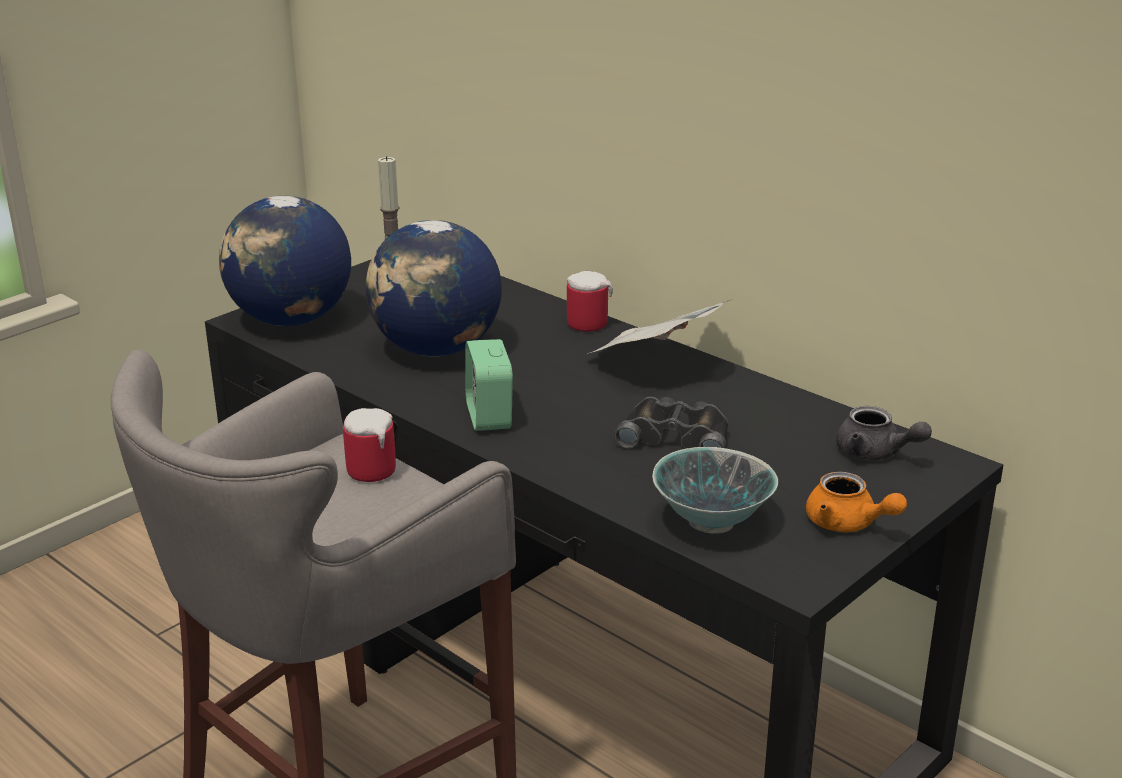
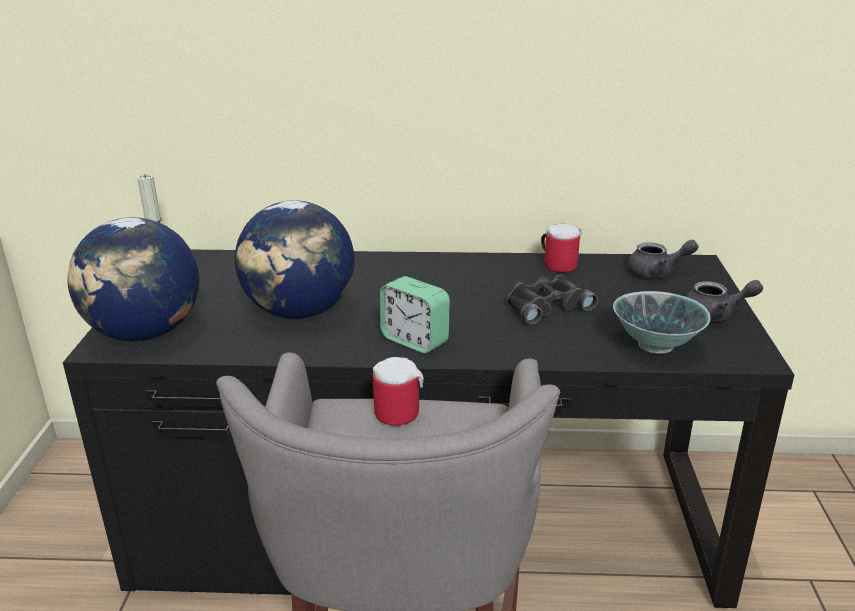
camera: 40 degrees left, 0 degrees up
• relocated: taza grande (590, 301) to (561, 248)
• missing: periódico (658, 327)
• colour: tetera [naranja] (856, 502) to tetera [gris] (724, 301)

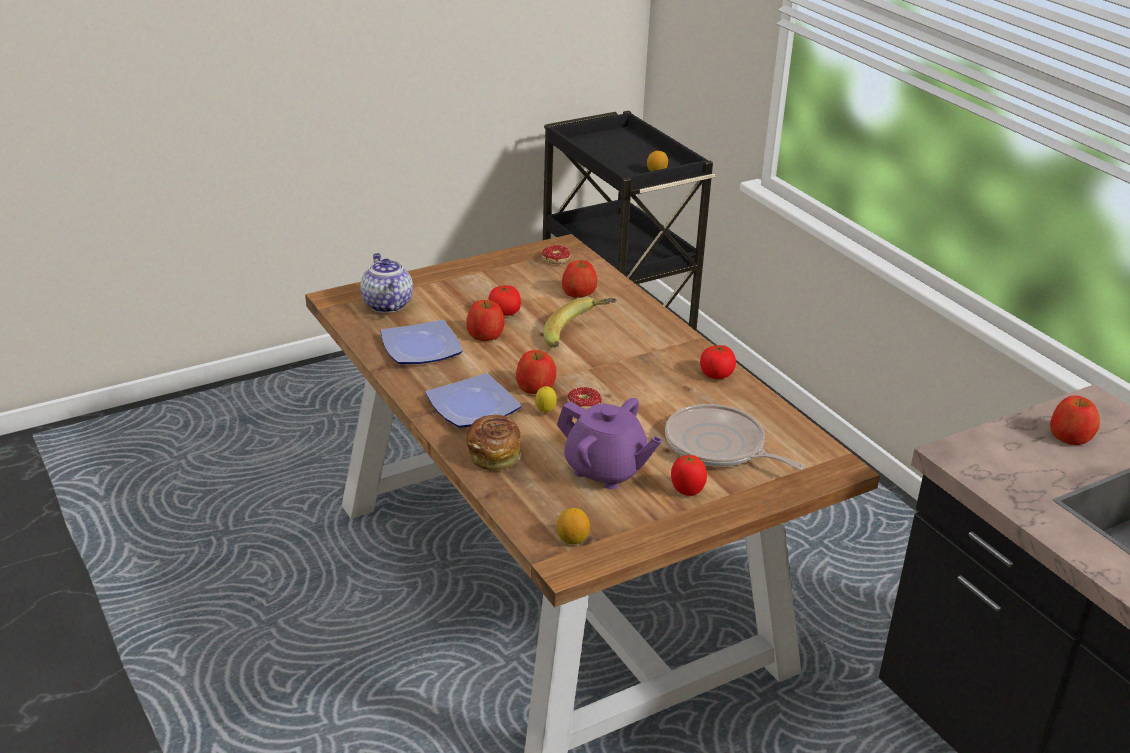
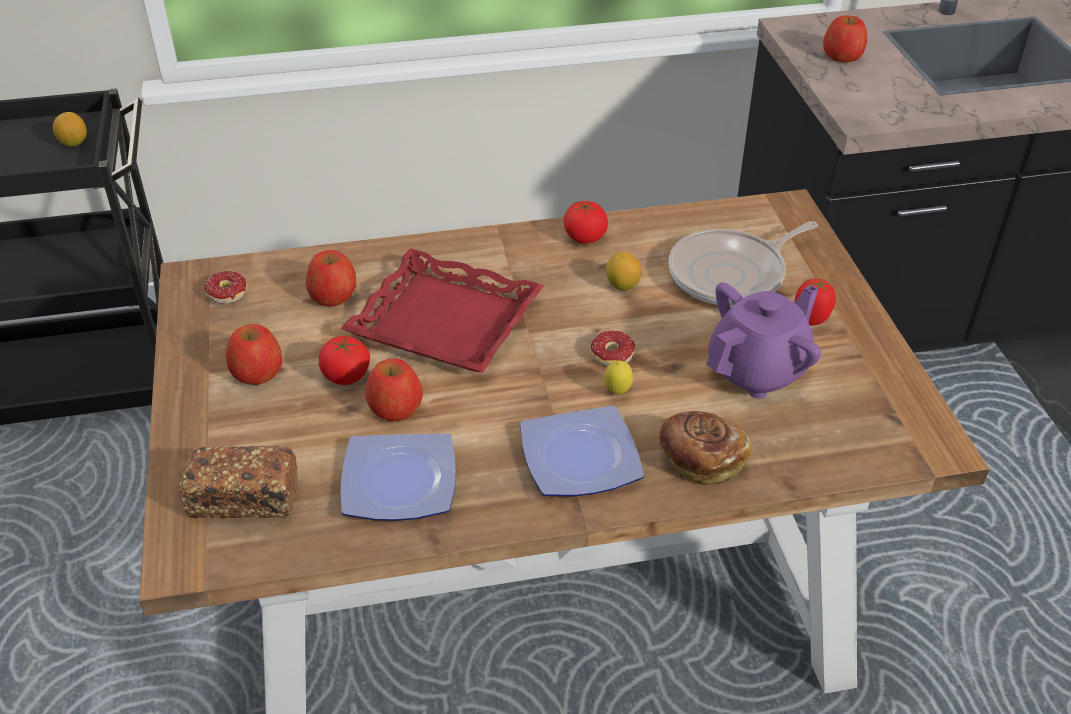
camera: 70 degrees left, 10 degrees up
• exchanged: tetera (386, 283) to pan (238, 481)
• relocated: manzana (536, 372) to (253, 354)
• exchanged: plátano (580, 322) to bandeja [rojo] (442, 310)
• relocated: limón (573, 526) to (623, 271)

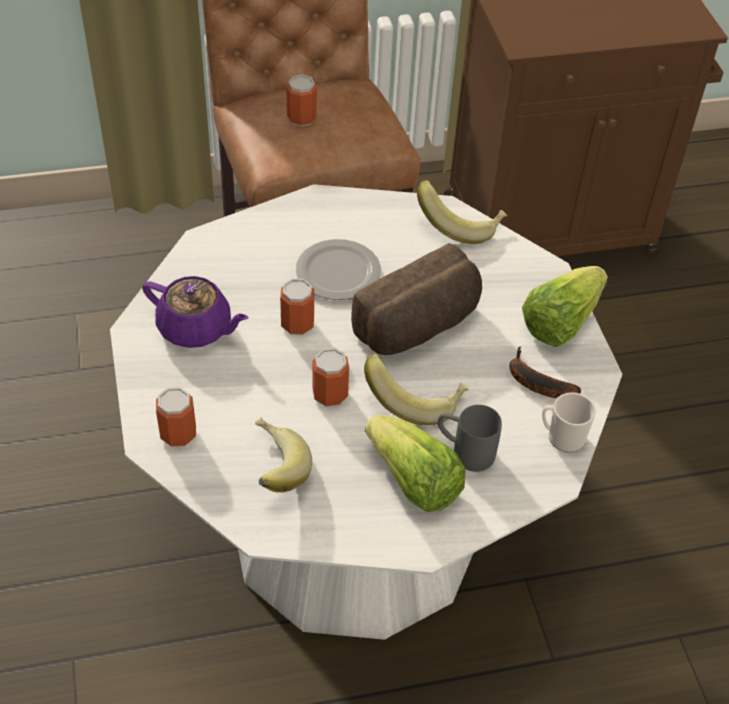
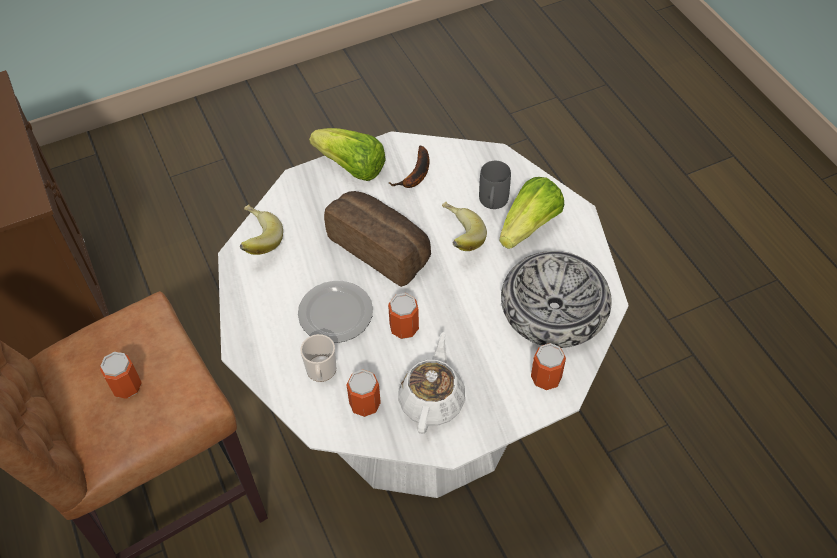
camera: 100 degrees left, 5 degrees up
• colour: tetera [morado] (195, 312) to tetera [blanco] (431, 383)
• exchanged: plátano (283, 455) to cuenco (556, 299)
• relocated: lata (330, 377) to (363, 393)
• relocated: taza grande (569, 422) to (318, 358)

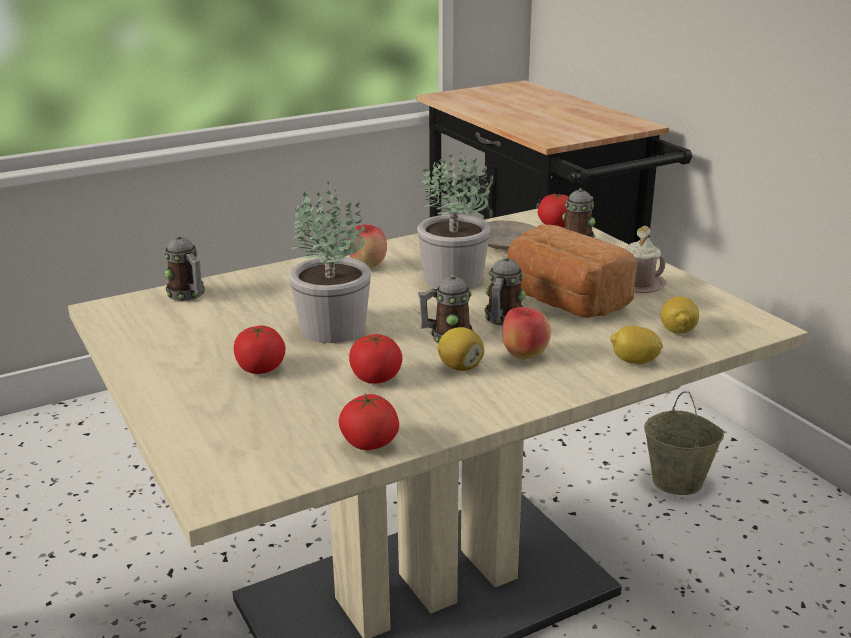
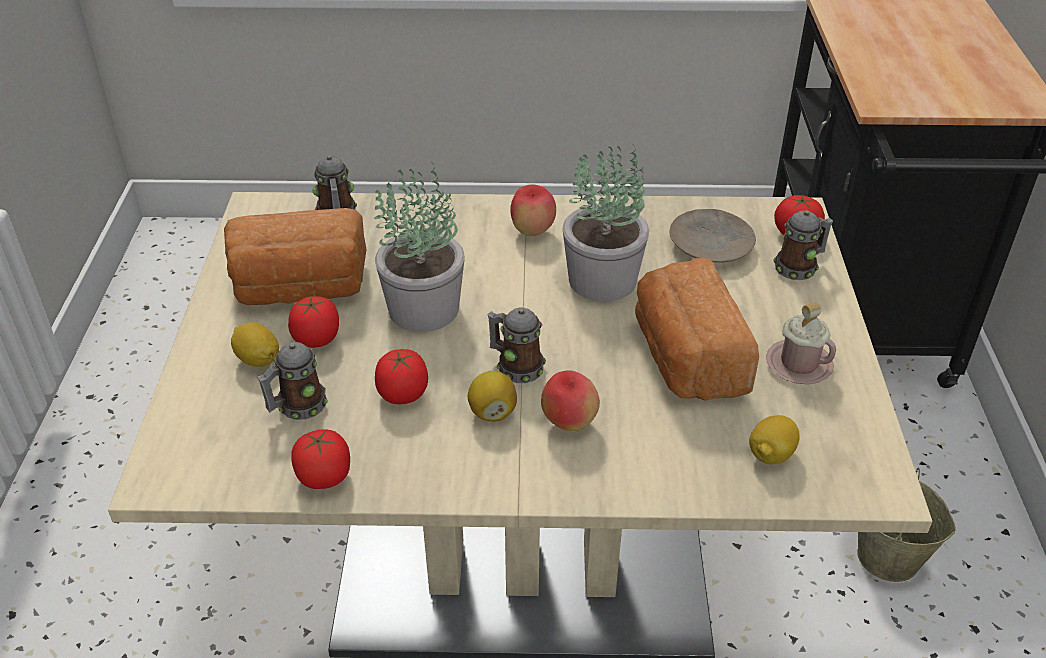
camera: 30 degrees right, 15 degrees up
• relocated: taza grande (505, 291) to (292, 381)
• relocated: limón (636, 345) to (255, 344)
• appeared: pan (295, 256)

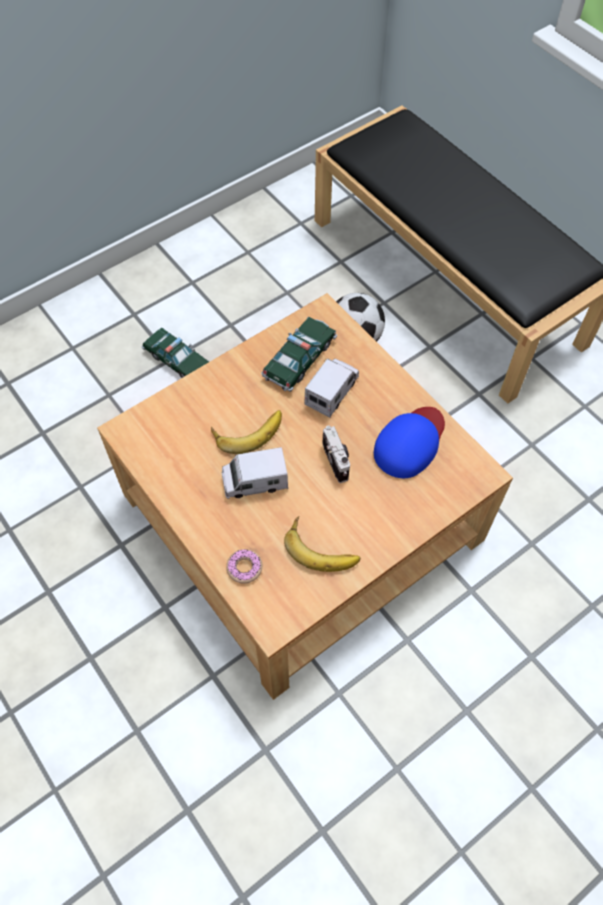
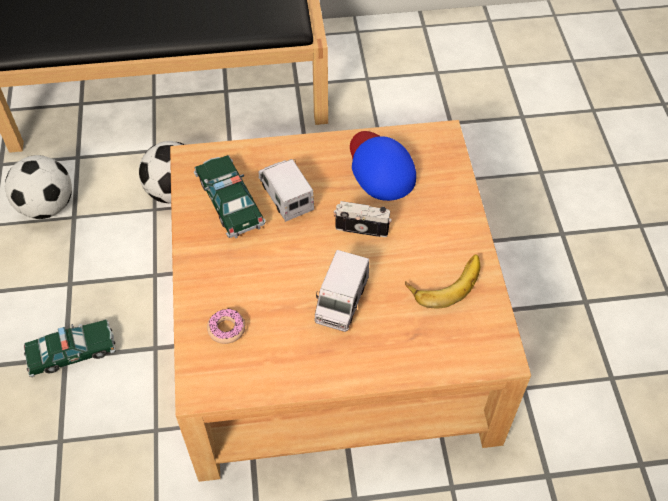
camera: 60 degrees left, 5 degrees down
• missing: plátano (246, 432)
• relocated: rosquilla (244, 566) to (226, 326)
• appeared: balón de fútbol (38, 187)

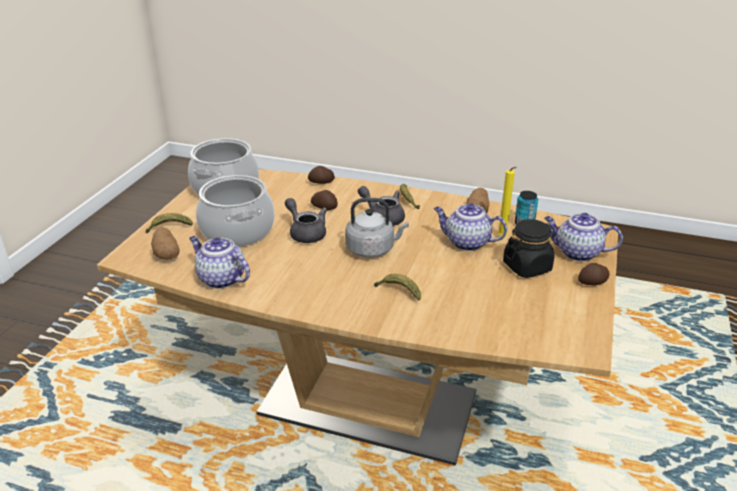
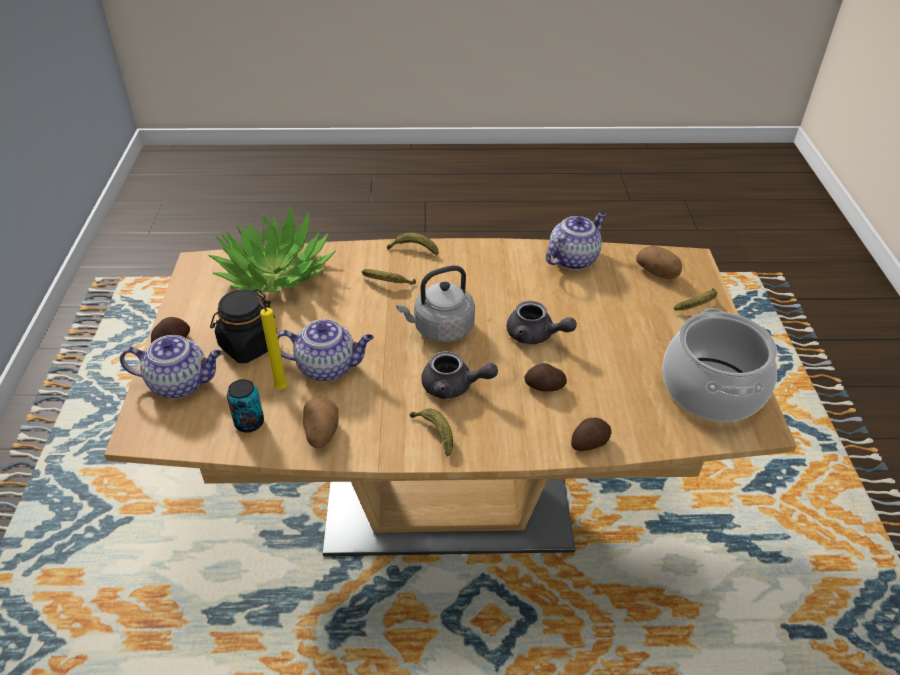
camera: 160 degrees right, 10 degrees up
• spun: tetera (219, 262) = (576, 241) 60 degrees counterclockwise
• missing: olla (235, 211)
• appeared: planta en maceta (272, 249)
• appeared: plátano (413, 244)

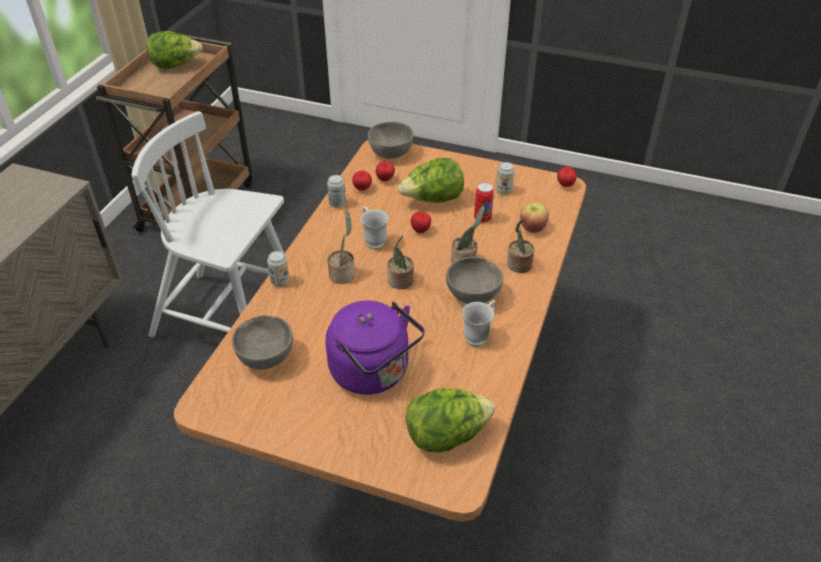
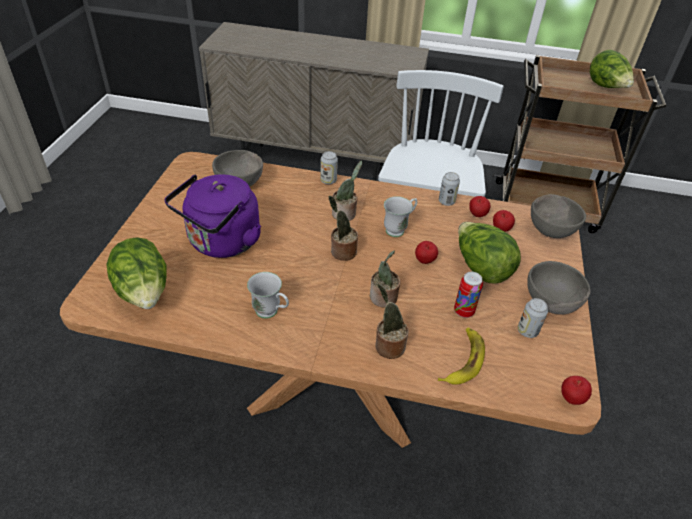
camera: 80 degrees right, 0 degrees up
• relocated: cuenco [gris] (474, 280) to (559, 288)
• exchanged: manzana (534, 218) to plátano (461, 356)

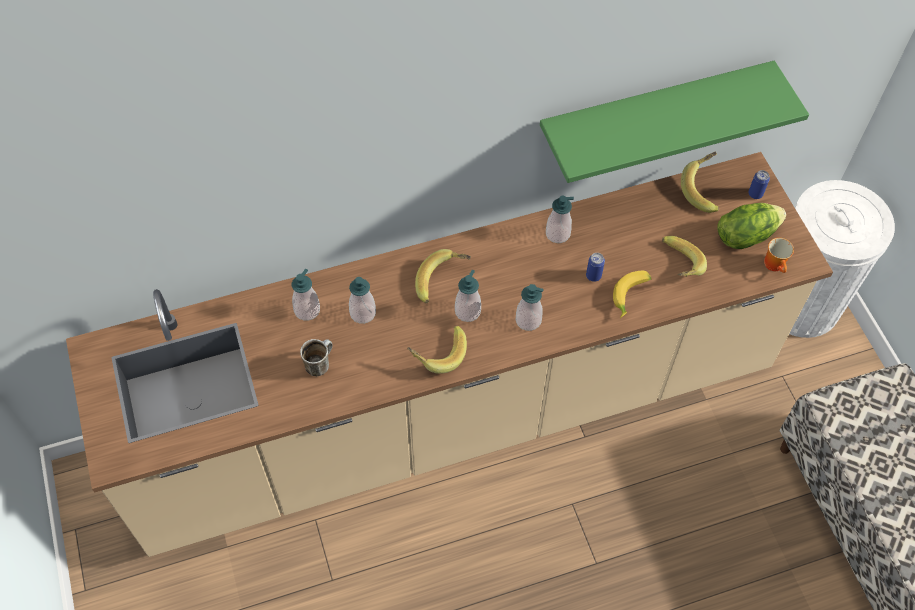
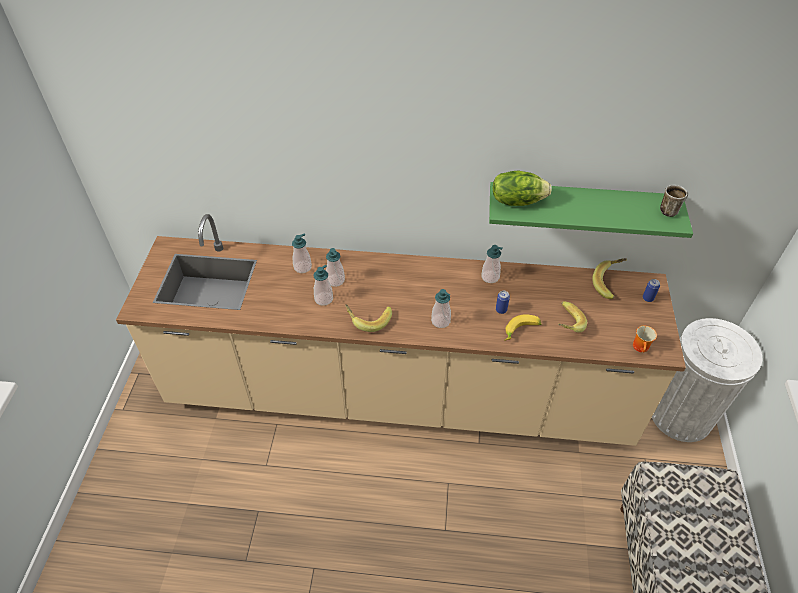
camera: 25 degrees right, 10 degrees down
• relocated: taza grande (316, 357) to (674, 201)
• missing: plátano (443, 276)
• relocated: dispensador de jabón (468, 296) to (323, 285)
• relocated: lechuga (751, 226) to (522, 188)

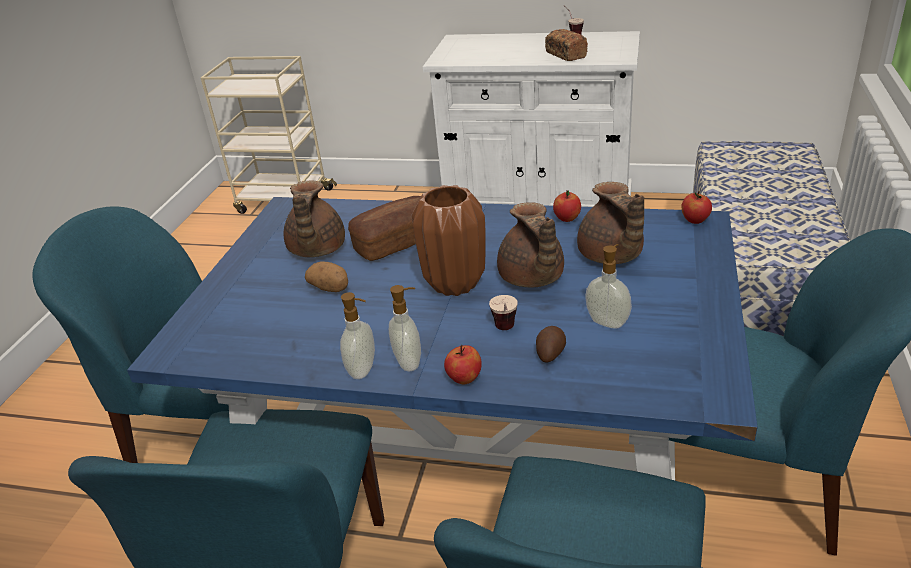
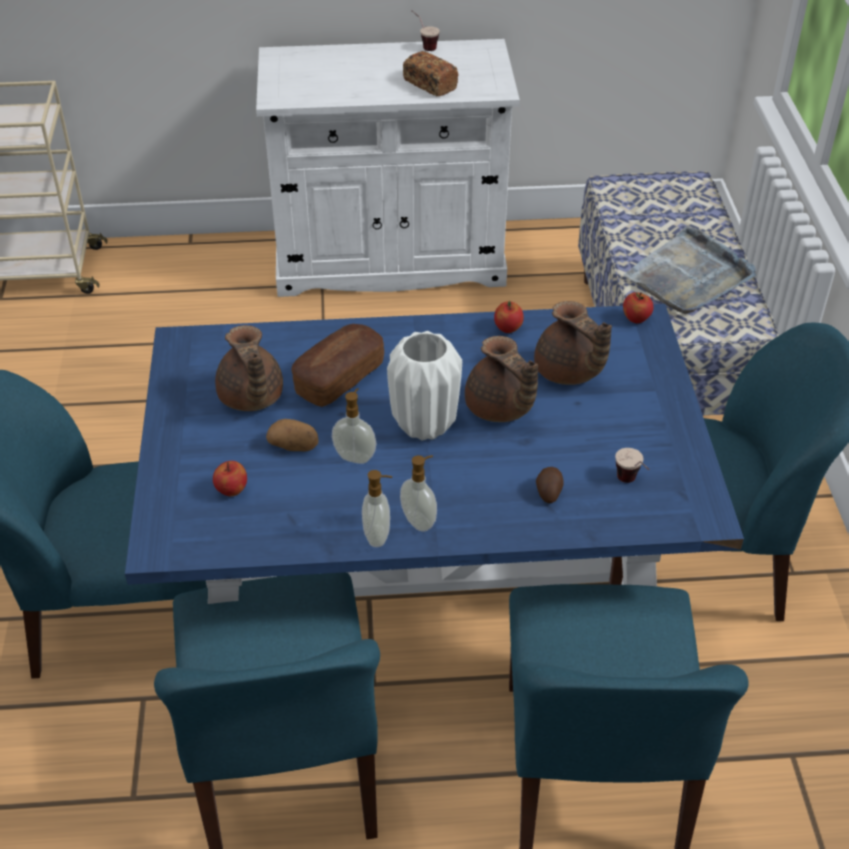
camera: 20 degrees left, 10 degrees up
• colour: florero [marrón] (448, 240) to florero [blanco] (424, 386)
• relocated: manzana (463, 364) to (230, 478)
• relocated: taza (503, 312) to (632, 465)
• relocated: dispensador de jabón (608, 286) to (354, 426)
• appeared: bandeja [gris] (689, 269)

